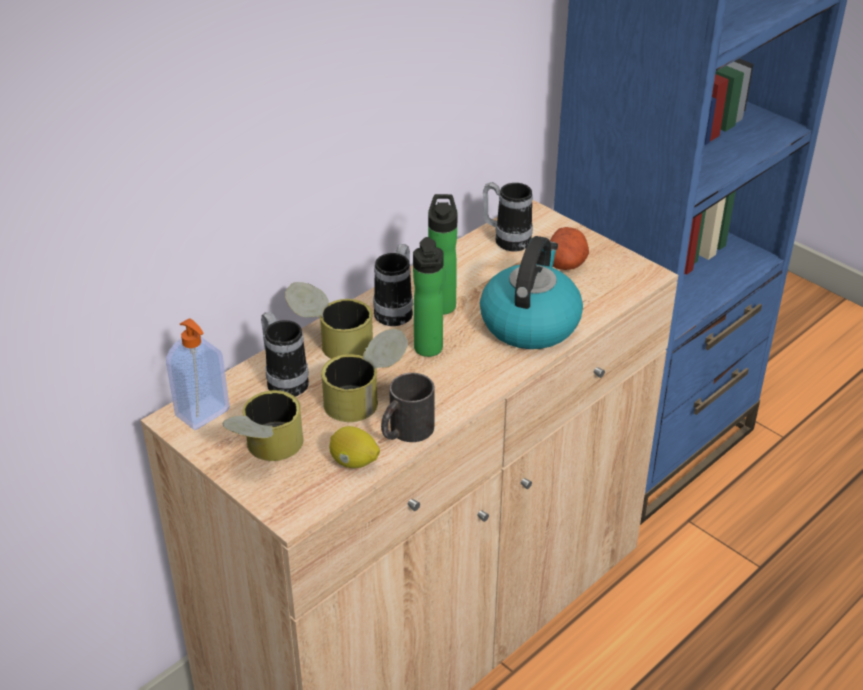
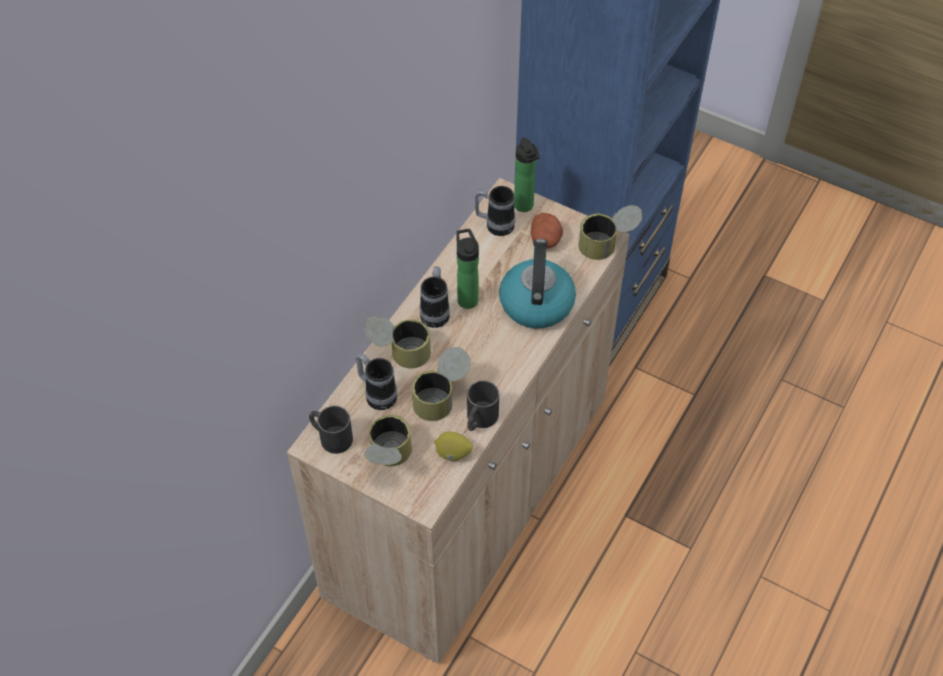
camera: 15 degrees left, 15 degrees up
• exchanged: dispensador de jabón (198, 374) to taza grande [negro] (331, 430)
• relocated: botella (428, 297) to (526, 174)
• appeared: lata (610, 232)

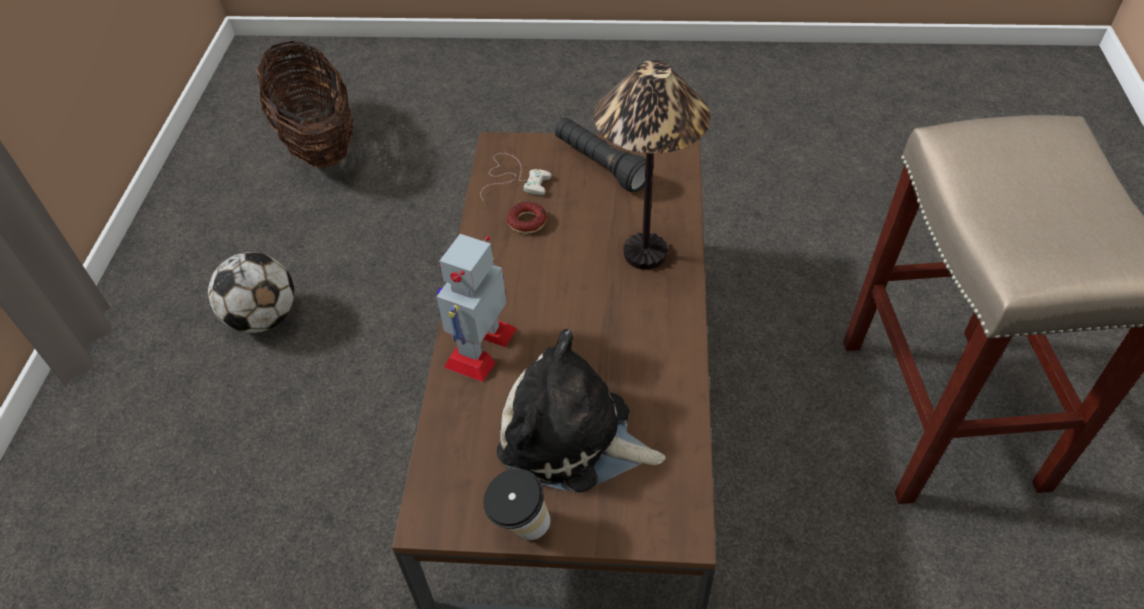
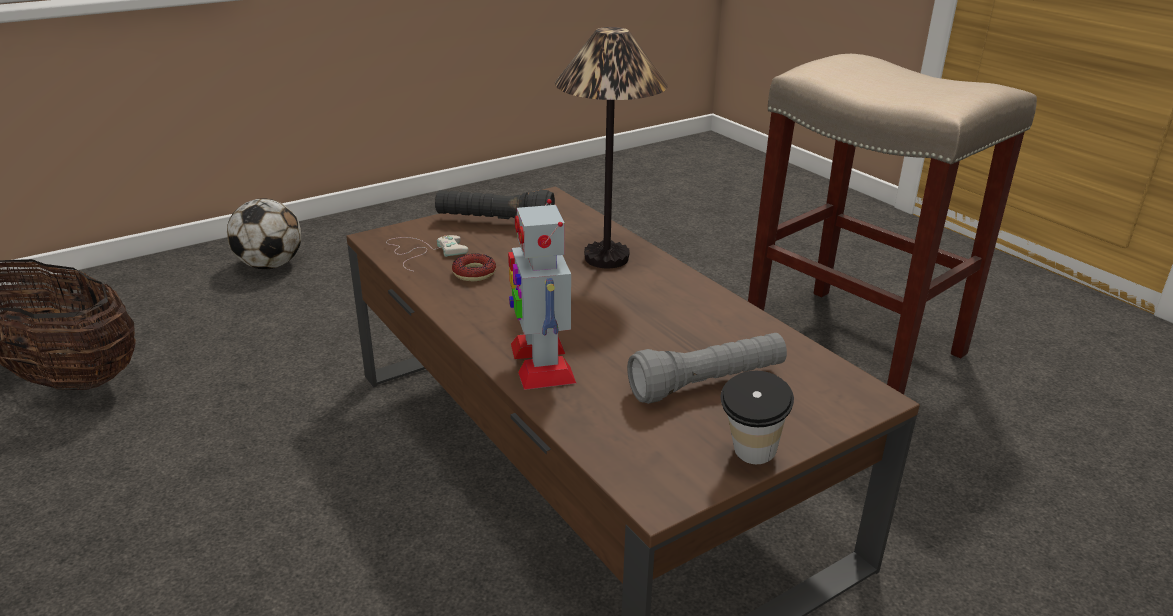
camera: 40 degrees left, 20 degrees down
• relocated: balón de fútbol (251, 292) to (264, 233)
• exchanged: peluche (581, 411) to linterna [gris] (707, 368)

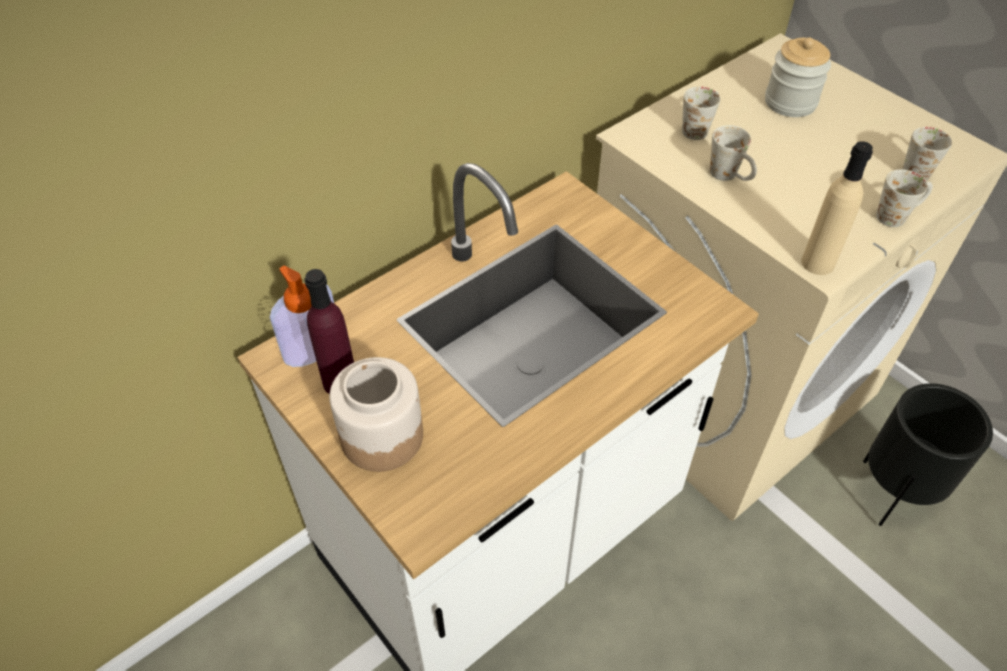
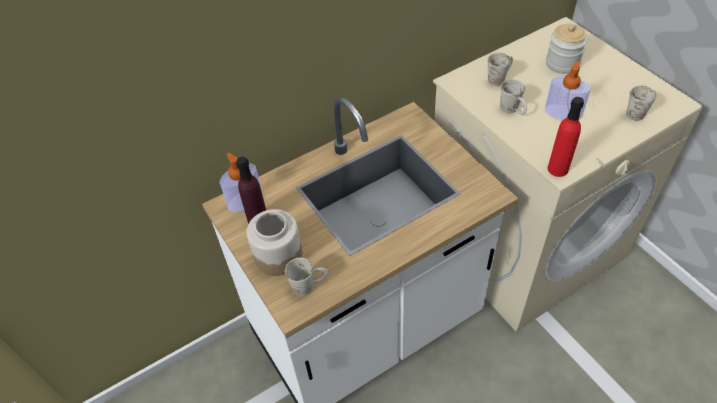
camera: 10 degrees right, 0 degrees up
• colour: botella [beis] (837, 208) to botella [rojo] (565, 137)
• missing: maceta [negro] (928, 454)
• relocated: taza grande [blanco] (904, 198) to (307, 277)
• appeared: dispensador de jabón (567, 90)

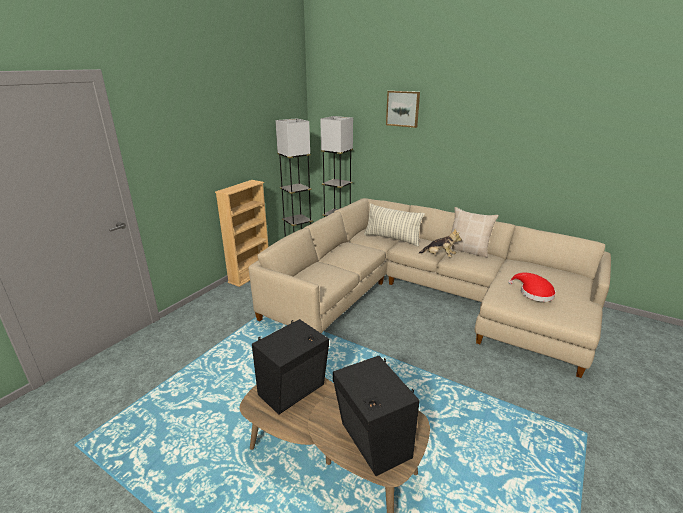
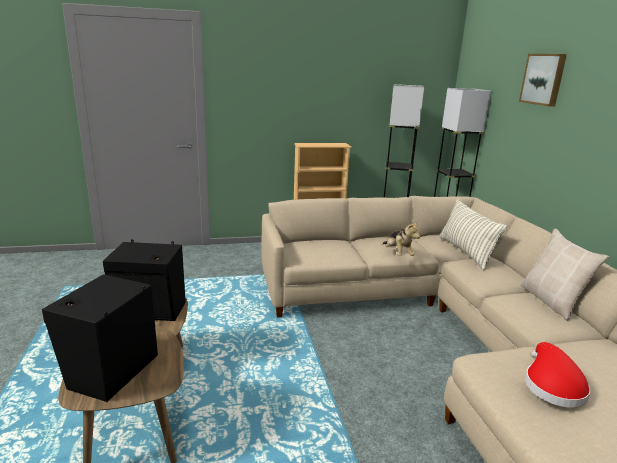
camera: 45 degrees right, 5 degrees down
• relocated: peluche (440, 243) to (401, 239)

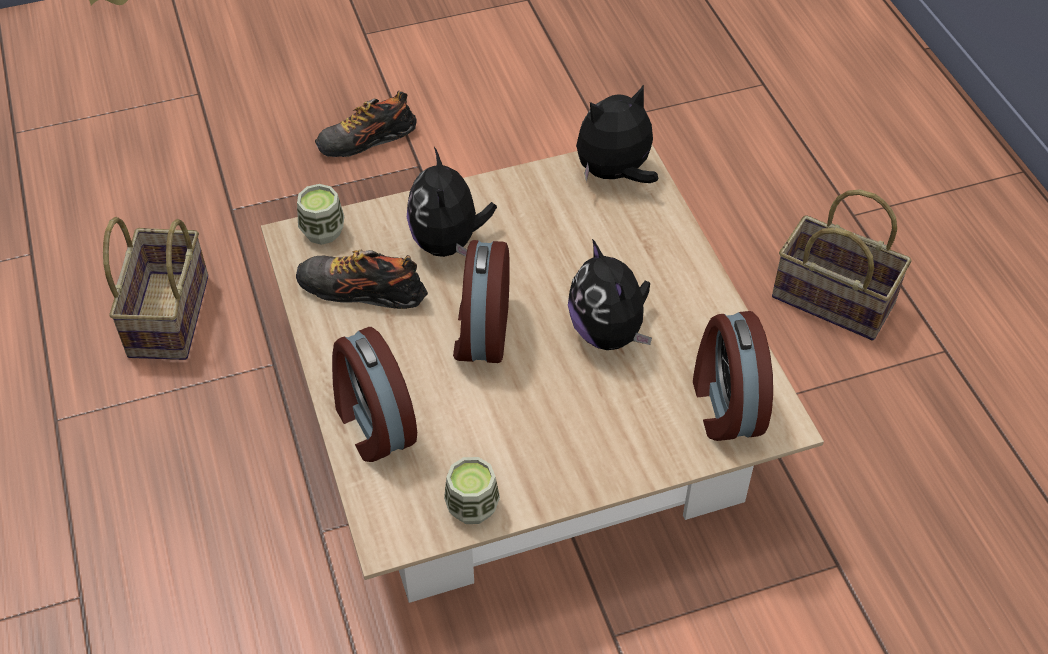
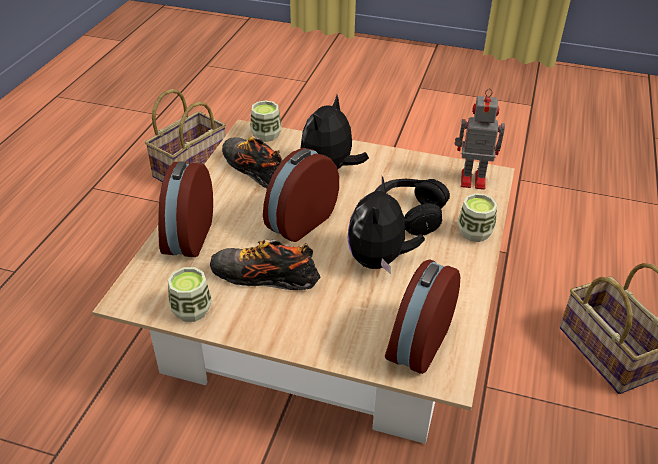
camera: 35 degrees right, 10 degrees down
• relocated: zapato (366, 124) to (265, 264)
• exchanged: peluche (617, 134) to robot de juguete (479, 139)
• appeared: auriculares [negro] (412, 207)
• appeared: taza (477, 217)

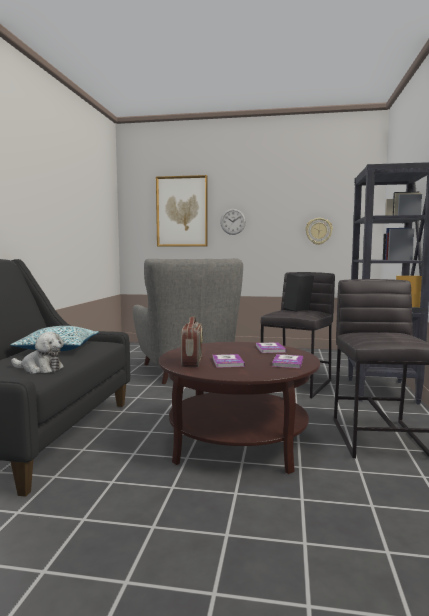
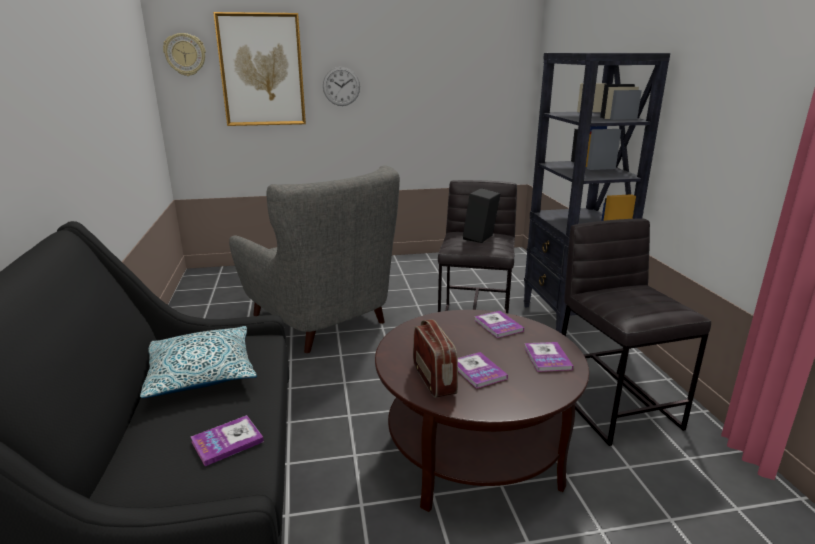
camera: 20 degrees left, 15 degrees up
• exchanged: peluche (37, 353) to libro (227, 440)
• relocated: reloj de pared (319, 231) to (184, 54)

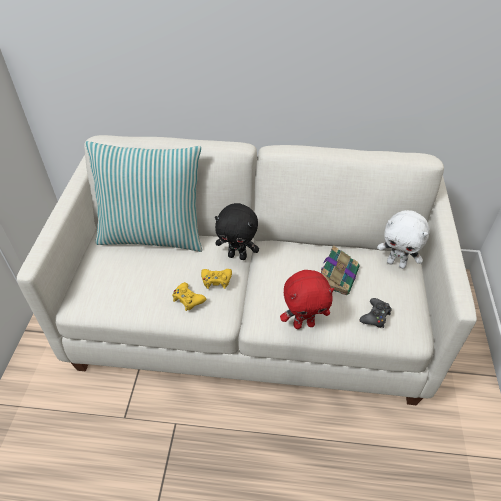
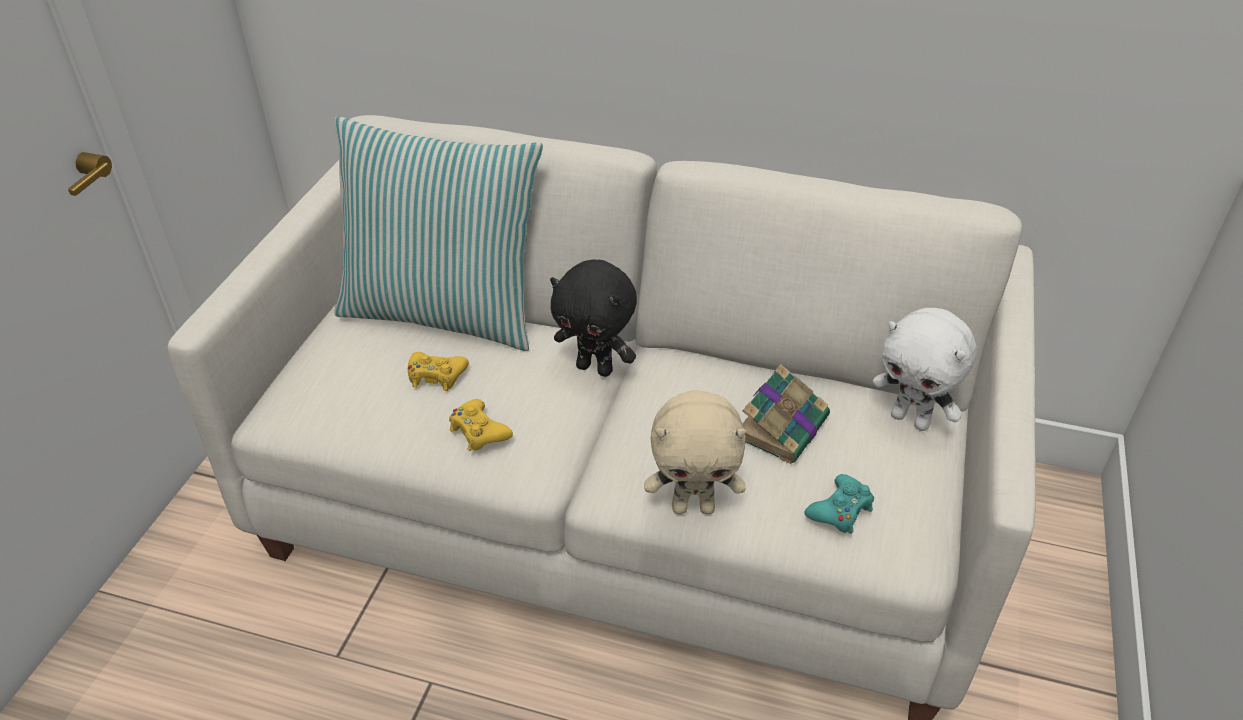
camera: 10 degrees right, 5 degrees down
• relocated: mando de consola [amarillo] (216, 279) to (438, 371)
• colour: peluche [rojo] (307, 299) to peluche [beis] (695, 452)
• colour: mando de consola [negro] (375, 313) to mando de consola [turquesa] (839, 504)

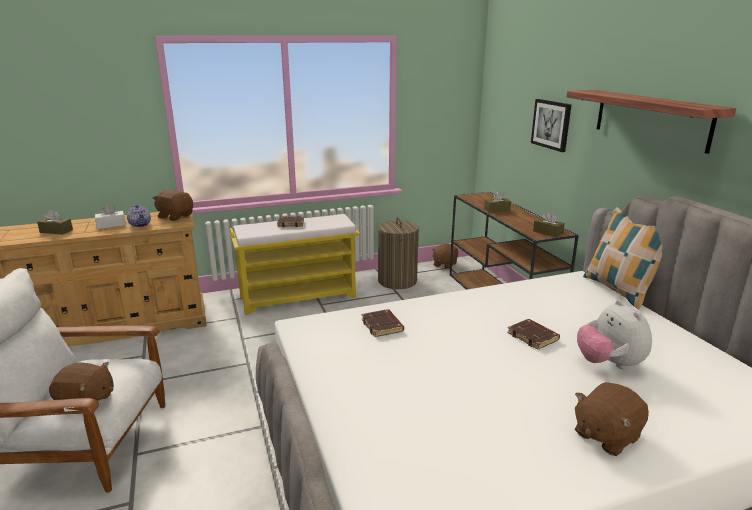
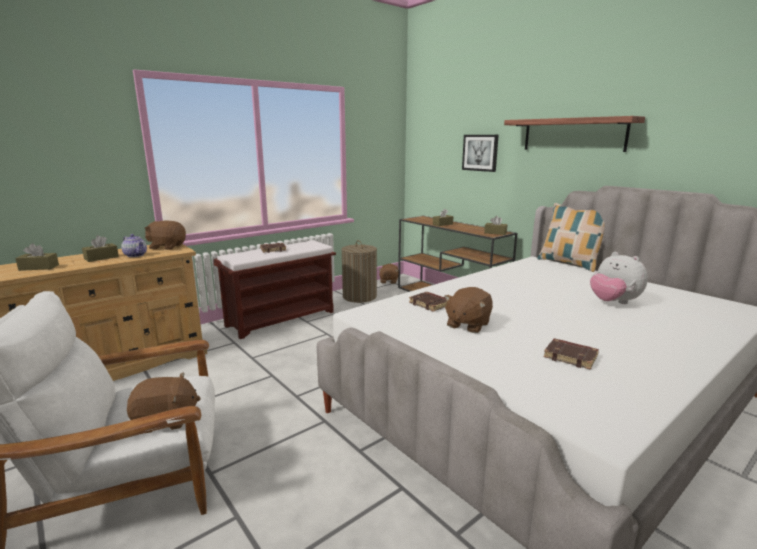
camera: 20 degrees left, 5 degrees down
• colour: caja de pañuelos [blanco] (110, 216) to caja de pañuelos [marrón] (100, 248)
• colour: banco [amarillo] (295, 264) to banco [marrón] (275, 289)
• relocated: libro [marrón] (533, 334) to (571, 354)
• relocated: peluche [marrón] (612, 419) to (468, 310)

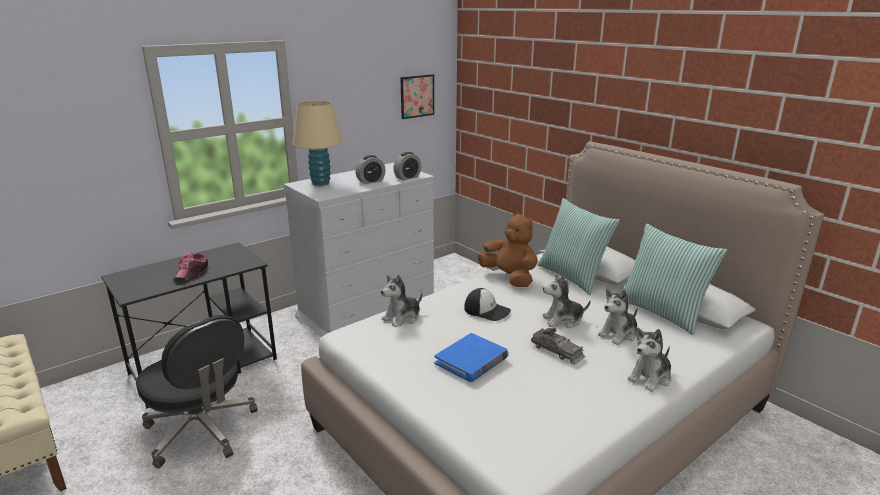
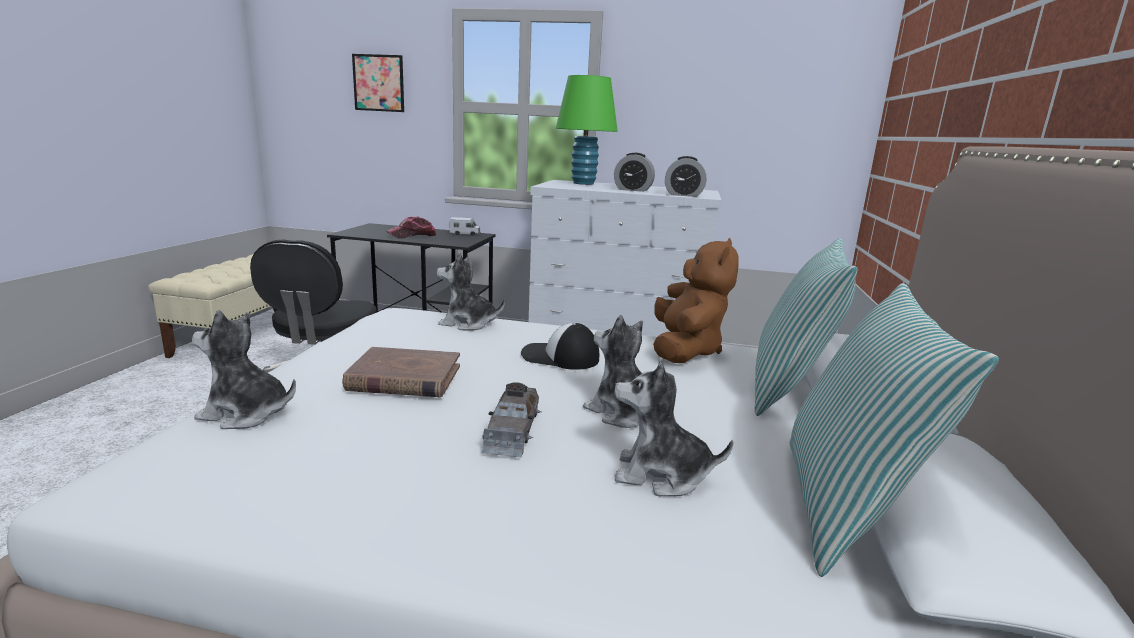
camera: 50 degrees right, 5 degrees down
• colour: lámpara de mesa [beis] (318, 143) to lámpara de mesa [verde] (587, 130)
• relocated: cuadro (417, 96) to (378, 83)
• colour: libro [azul] (471, 357) to libro [marrón] (401, 372)
• spun: gorra (487, 304) = (560, 346) 120 degrees clockwise
• relocated: peluche (649, 360) to (244, 369)
• appeared: camión de juguete (465, 226)

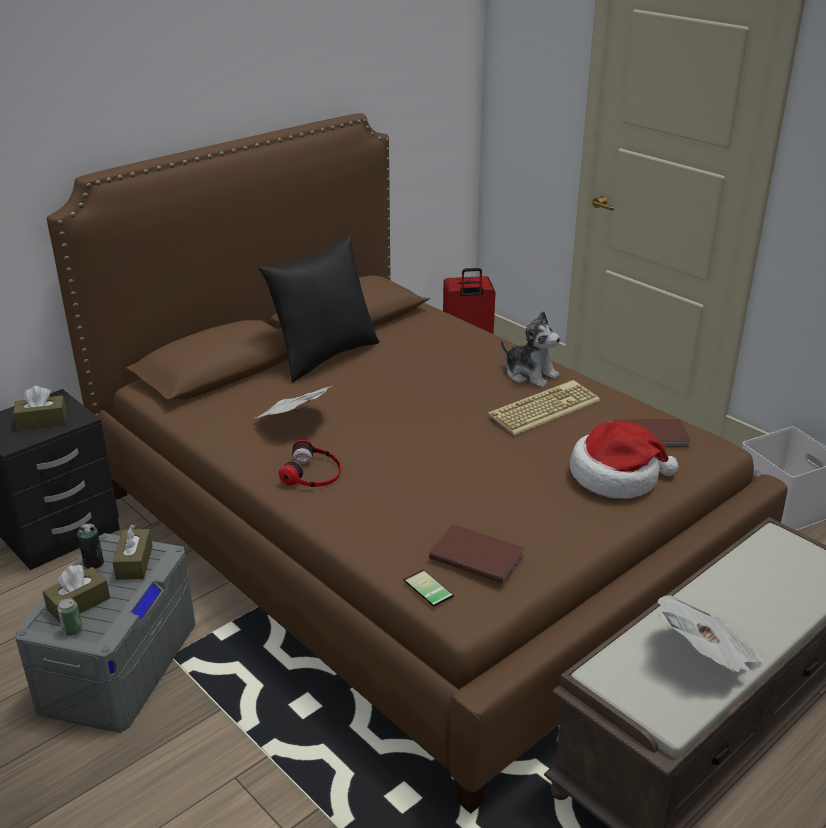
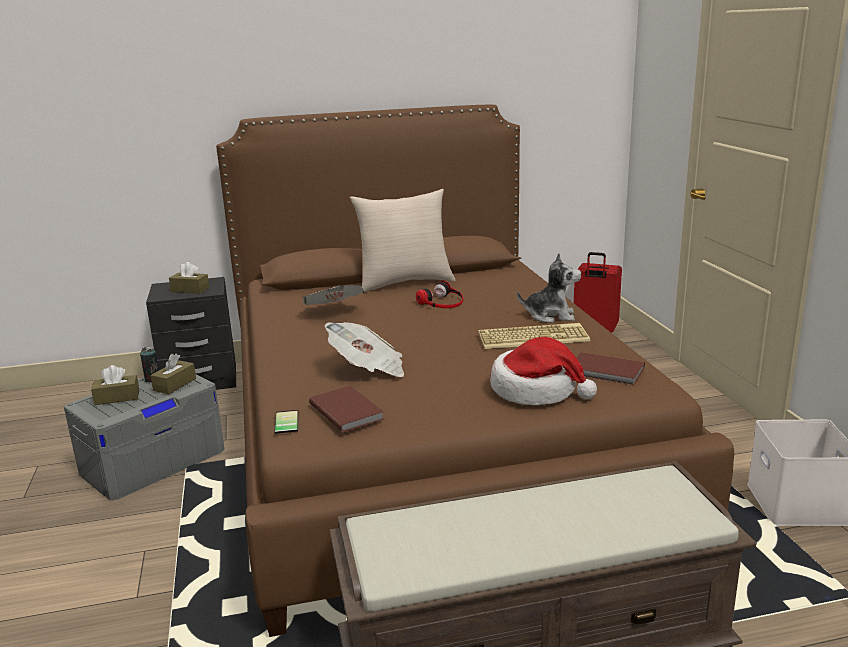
camera: 30 degrees right, 10 degrees down
• missing: lata (69, 617)
• colour: cojín [negro] (319, 308) to cojín [beis] (402, 240)
• relocated: auriculares (310, 463) to (439, 294)
• spun: peluche (530, 349) = (549, 288) 60 degrees counterclockwise
• relocated: periódico (711, 634) to (364, 349)

